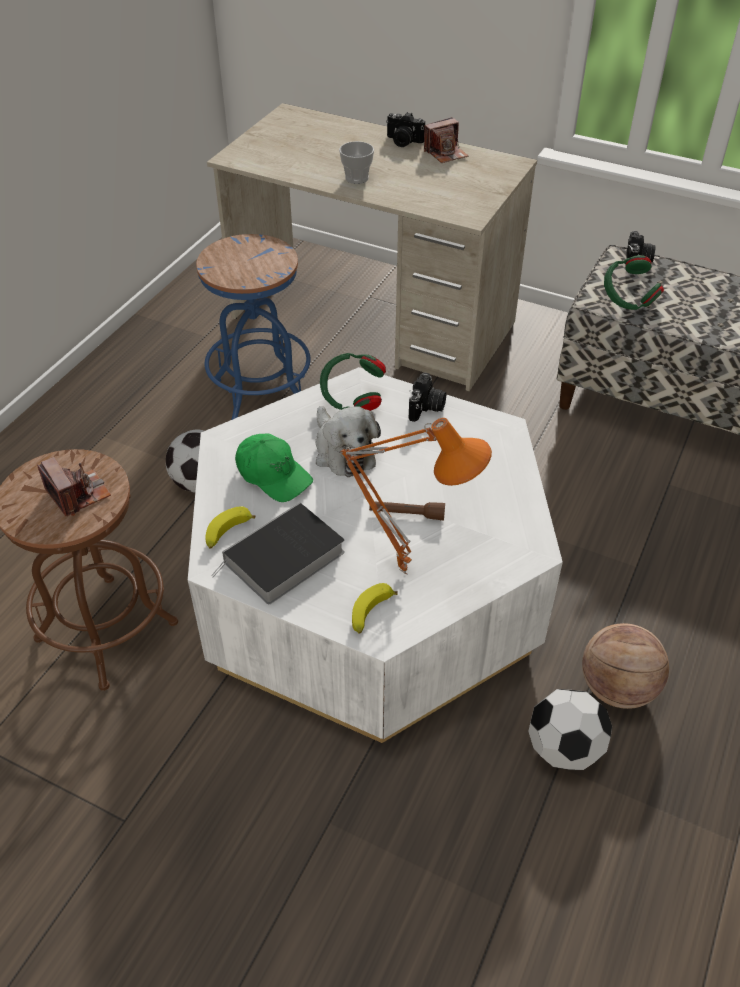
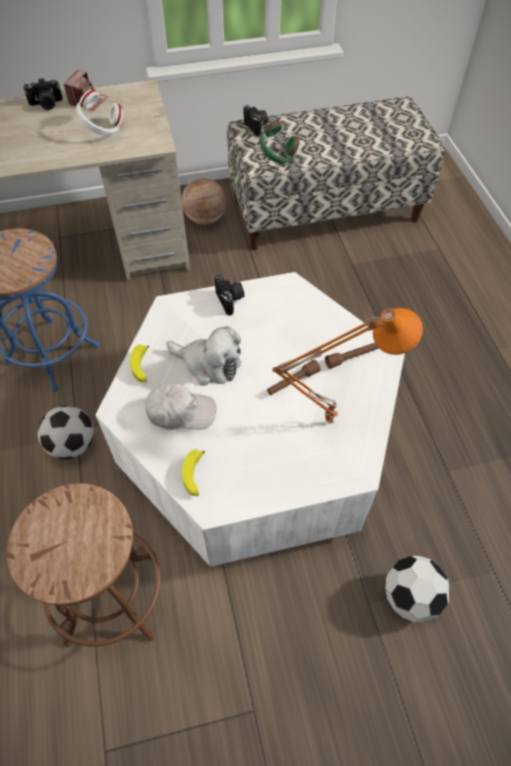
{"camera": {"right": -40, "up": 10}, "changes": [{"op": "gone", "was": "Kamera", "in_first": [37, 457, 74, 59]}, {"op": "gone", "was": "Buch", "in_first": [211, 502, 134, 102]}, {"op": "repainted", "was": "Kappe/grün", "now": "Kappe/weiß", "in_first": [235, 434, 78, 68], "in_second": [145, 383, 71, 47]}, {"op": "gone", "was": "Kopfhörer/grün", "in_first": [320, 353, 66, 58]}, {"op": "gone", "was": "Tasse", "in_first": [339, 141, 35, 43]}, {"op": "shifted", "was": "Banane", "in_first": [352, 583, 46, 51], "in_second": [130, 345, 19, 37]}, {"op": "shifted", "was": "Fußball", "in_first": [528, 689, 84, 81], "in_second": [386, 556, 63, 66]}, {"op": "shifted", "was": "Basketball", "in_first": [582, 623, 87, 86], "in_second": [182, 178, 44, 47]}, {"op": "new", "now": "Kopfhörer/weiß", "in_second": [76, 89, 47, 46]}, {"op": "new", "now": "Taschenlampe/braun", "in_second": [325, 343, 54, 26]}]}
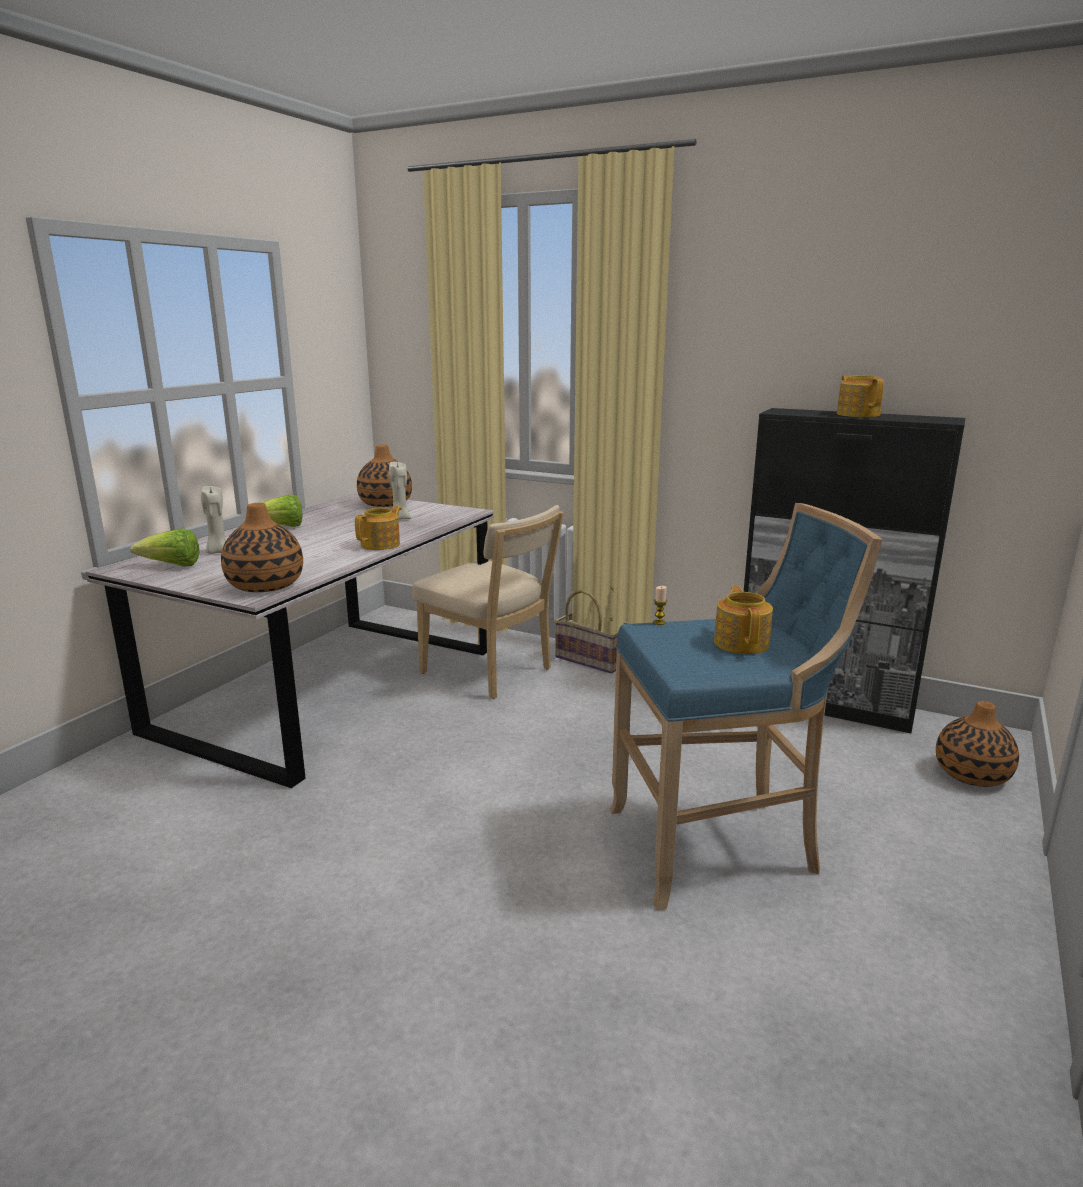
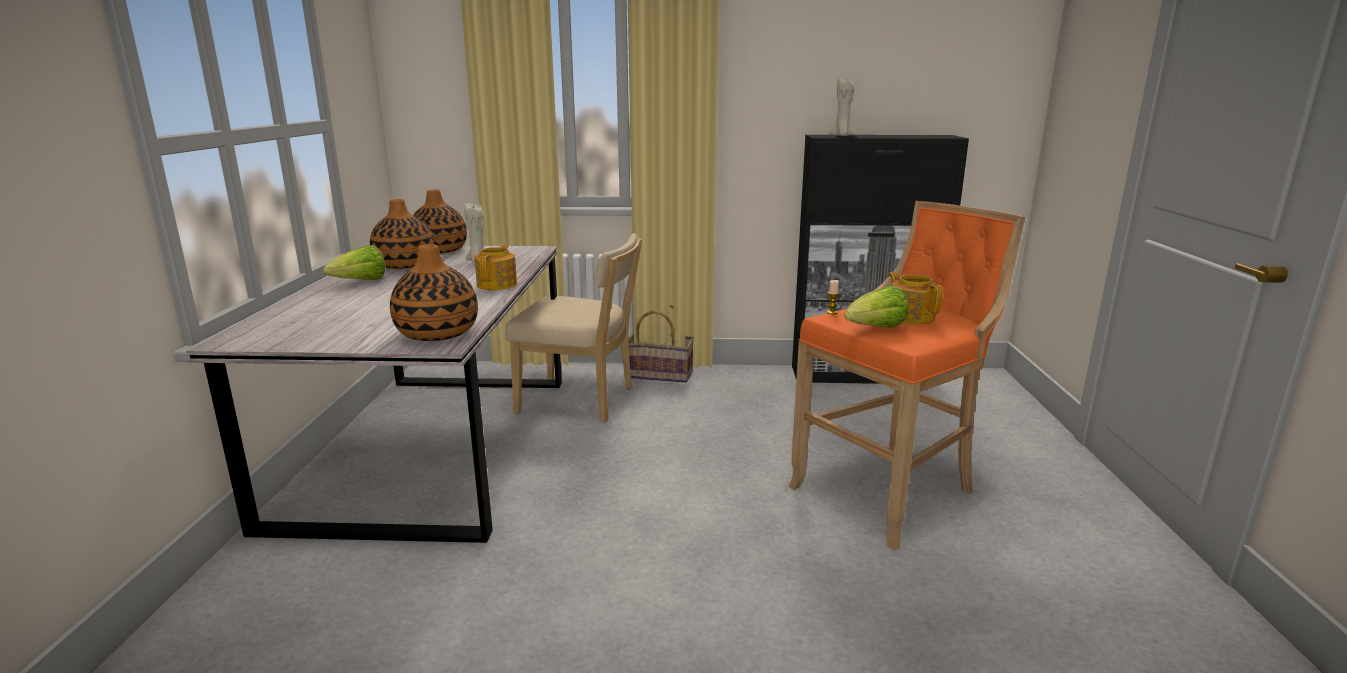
{"camera": {"right": -25, "up": 0}, "changes": [{"op": "shifted", "was": "Salatkopf", "in_first": [130, 528, 70, 39], "in_second": [845, 286, 64, 42]}, {"op": "shifted", "was": "Kerze/beige", "in_first": [201, 486, 25, 68], "in_second": [829, 78, 27, 58]}, {"op": "repainted", "was": "Hocker/blau", "now": "Hocker/orange", "in_first": [610, 503, 273, 407], "in_second": [788, 201, 238, 350]}, {"op": "gone", "was": "Teekanne", "in_first": [837, 375, 47, 42]}, {"op": "shifted", "was": "Vase", "in_first": [936, 701, 83, 86], "in_second": [370, 199, 65, 70]}]}
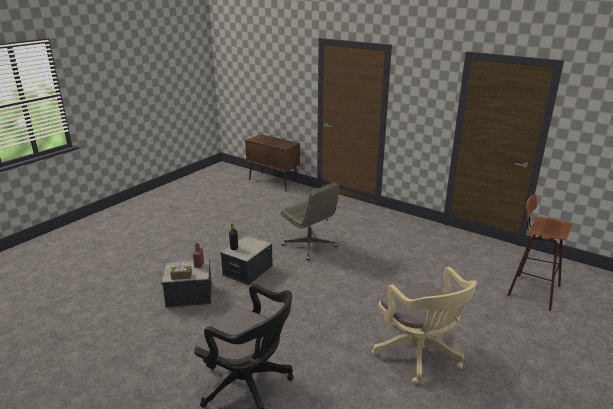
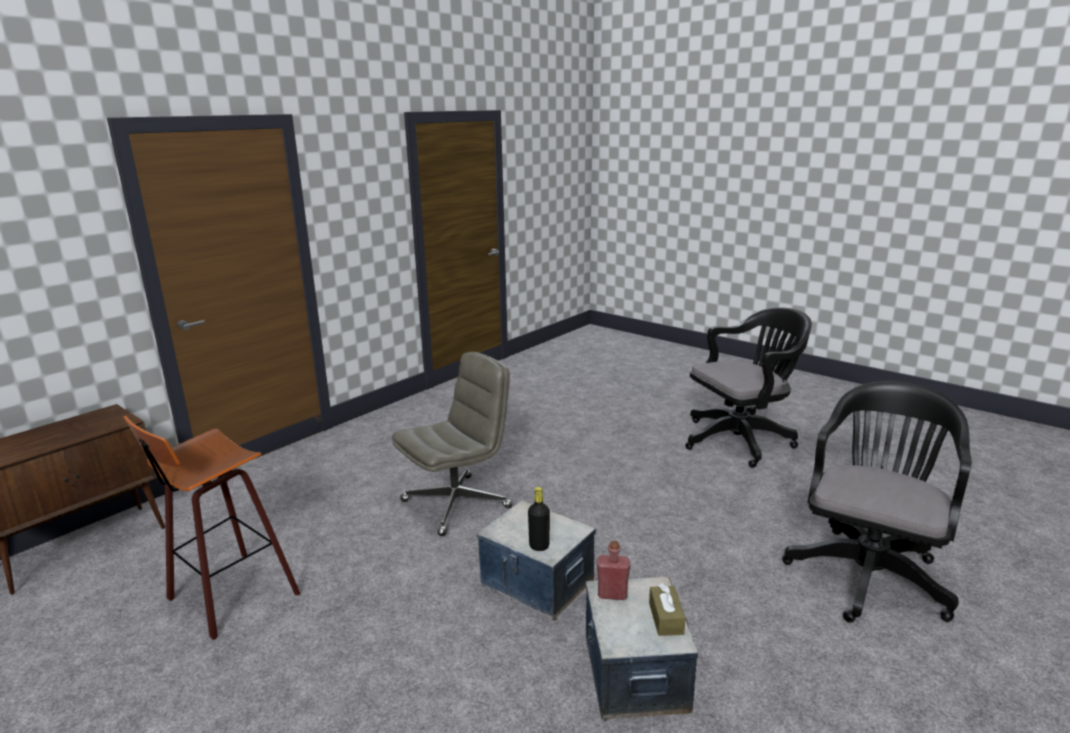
{"camera": {"right": -85, "up": -5}, "changes": [{"op": "repainted", "was": "Bürostuhl/beige", "now": "Bürostuhl/schwarz", "in_first": [372, 267, 105, 117], "in_second": [685, 307, 127, 161]}, {"op": "shifted", "was": "Hocker", "in_first": [507, 194, 65, 117], "in_second": [123, 416, 178, 224]}]}
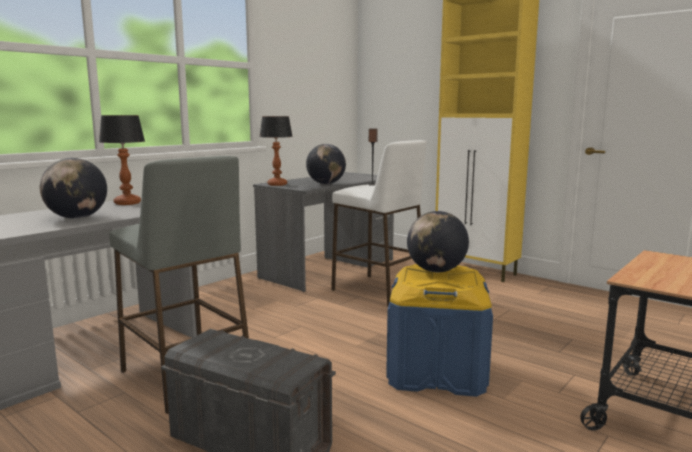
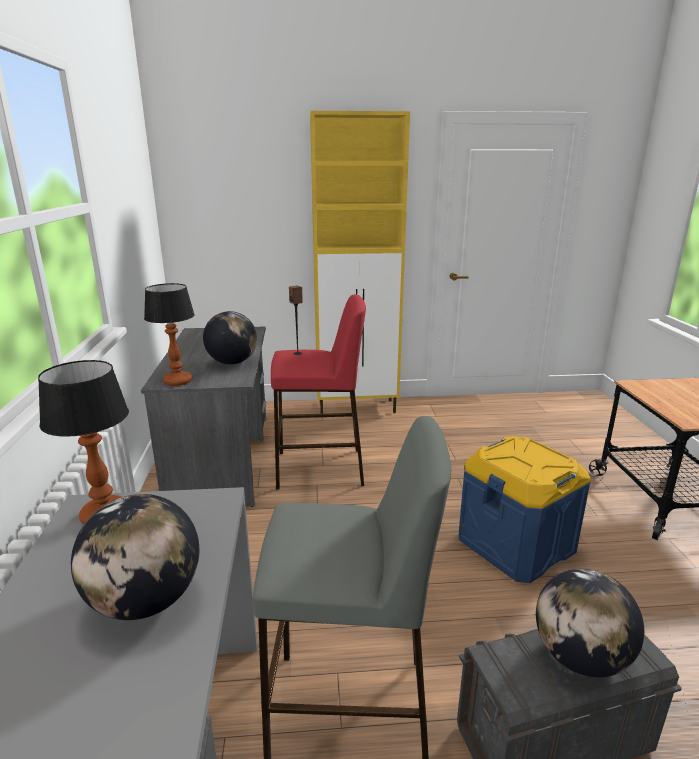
{"camera": {"right": -45, "up": 10}, "changes": [{"op": "repainted", "was": "Hocker/weiß", "now": "Hocker/rot", "in_first": [331, 140, 95, 167], "in_second": [271, 294, 95, 196]}, {"op": "shifted", "was": "Globus", "in_first": [407, 211, 62, 61], "in_second": [536, 568, 108, 109]}]}
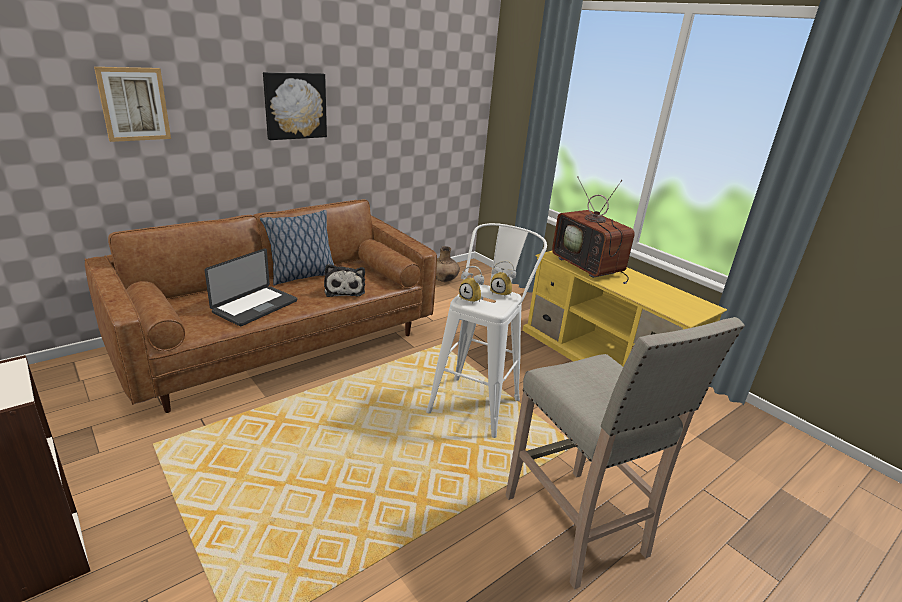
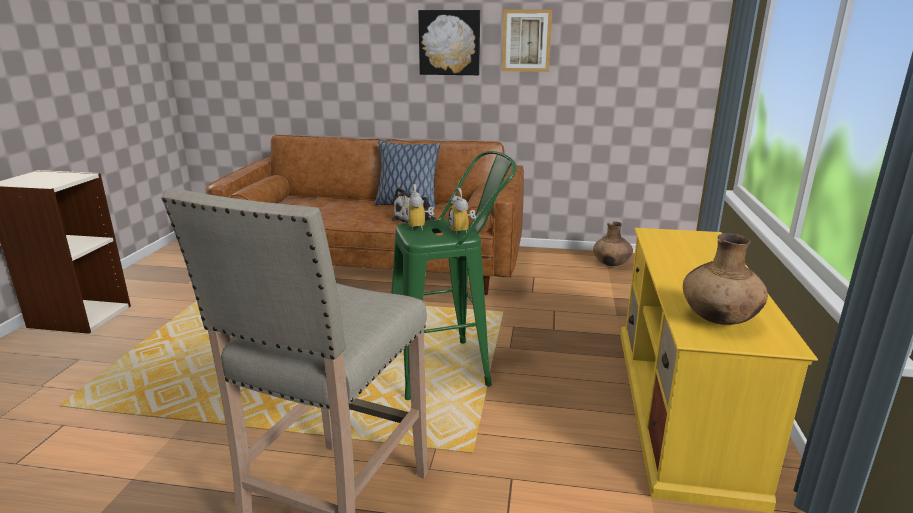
{"camera": {"right": 50, "up": -5}, "changes": [{"op": "shifted", "was": "Bild", "in_first": [94, 67, 77, 75], "in_second": [502, 9, 50, 63]}, {"op": "gone", "was": "Laptop", "in_first": [205, 248, 92, 78]}, {"op": "repainted", "was": "Hocker/weiß", "now": "Hocker/grün", "in_first": [426, 223, 121, 215], "in_second": [391, 151, 125, 249]}, {"op": "gone", "was": "Fernseher", "in_first": [552, 176, 83, 108]}, {"op": "new", "now": "Vase/braun", "in_second": [683, 233, 85, 92]}]}
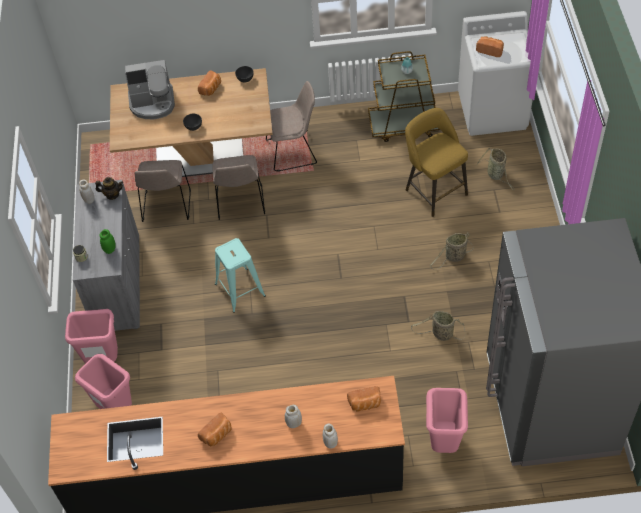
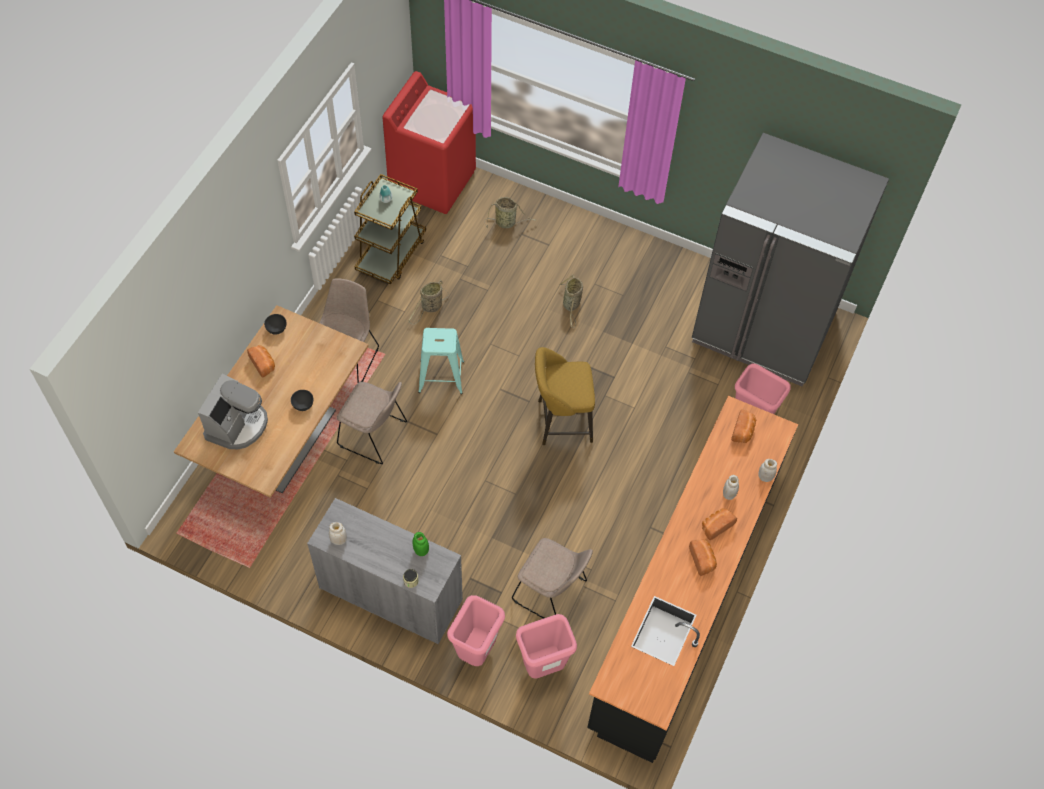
{"camera": {"right": -65, "up": 5}, "changes": [{"op": "gone", "was": "Teekanne", "in_first": [95, 177, 28, 23]}, {"op": "shifted", "was": "Stuhl/beige", "in_first": [135, 160, 56, 62], "in_second": [512, 538, 81, 81]}, {"op": "shifted", "was": "Hocker/türkis", "in_first": [215, 238, 51, 75], "in_second": [418, 328, 46, 66]}, {"op": "shifted", "was": "Hocker/gelb", "in_first": [405, 108, 63, 109], "in_second": [535, 347, 60, 98]}, {"op": "shifted", "was": "Korb", "in_first": [411, 311, 54, 30], "in_second": [408, 280, 41, 44]}, {"op": "repainted", "was": "Waschmaschine/weiß", "now": "Waschmaschine/rot", "in_first": [458, 11, 75, 125], "in_second": [383, 71, 93, 143]}, {"op": "shifted", "was": "Brot", "in_first": [476, 36, 28, 21], "in_second": [702, 509, 35, 31]}]}
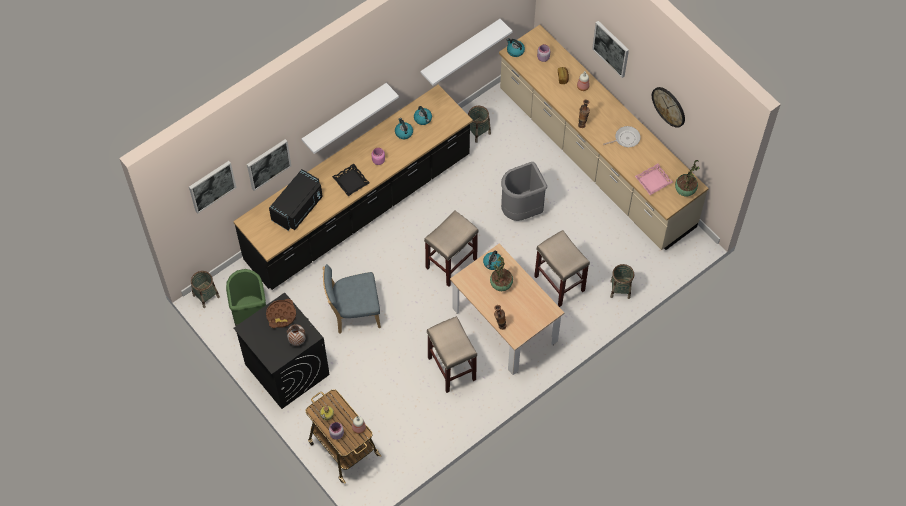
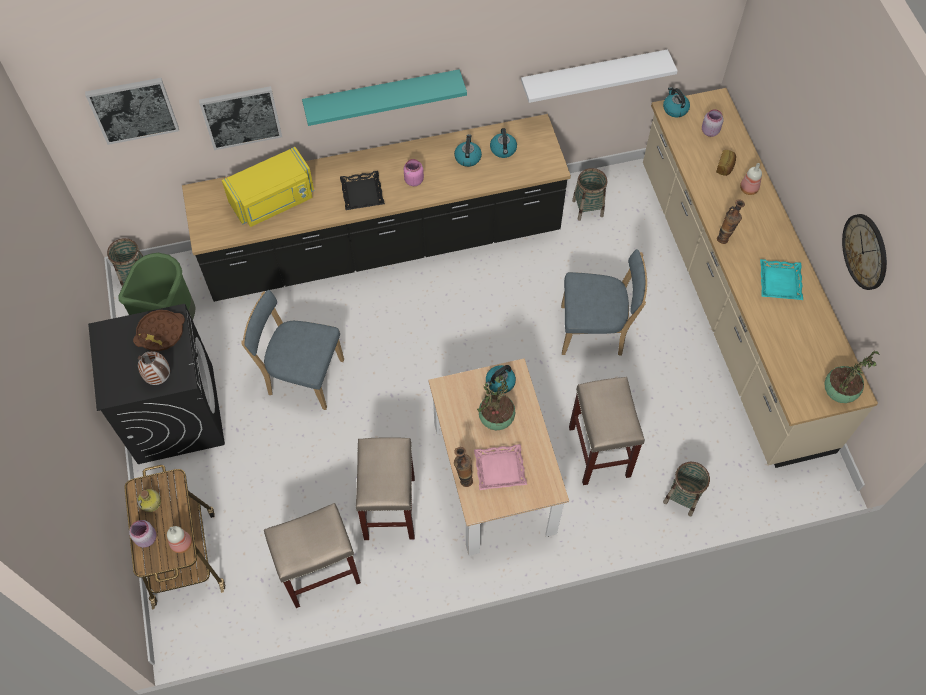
{"camera": {"right": 25, "up": 0}, "changes": [{"op": "repainted", "was": "Mikrowelle/schwarz", "now": "Mikrowelle/gelb", "in_first": [269, 169, 54, 62], "in_second": [222, 147, 92, 80]}, {"op": "repainted", "was": "Wandregal/weiß", "now": "Wandregal/türkis", "in_first": [302, 83, 97, 71], "in_second": [302, 69, 165, 57]}, {"op": "shifted", "was": "Hocker/beige", "in_first": [424, 210, 55, 77], "in_second": [264, 503, 97, 105]}, {"op": "swapped", "was": "Mülleimer/grau", "now": "Stuhl/blau", "in_first": [501, 162, 46, 59], "in_second": [561, 249, 86, 107]}, {"op": "gone", "was": "Bild", "in_first": [592, 21, 37, 57]}, {"op": "swapped", "was": "Pfanne", "now": "Tablett/türkis", "in_first": [603, 126, 38, 21], "in_second": [760, 259, 43, 41]}, {"op": "shifted", "was": "Tablett/rosa", "in_first": [635, 164, 38, 31], "in_second": [474, 444, 53, 46]}]}
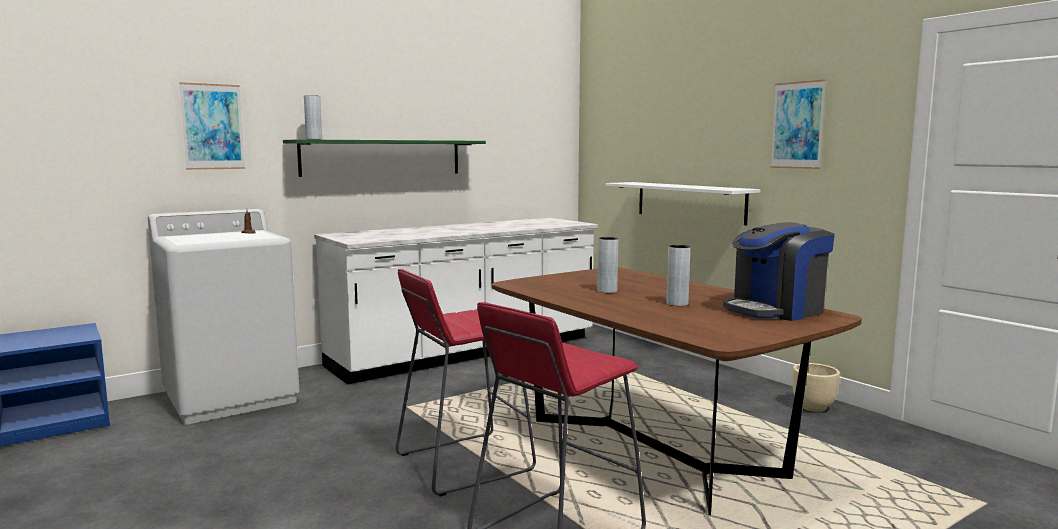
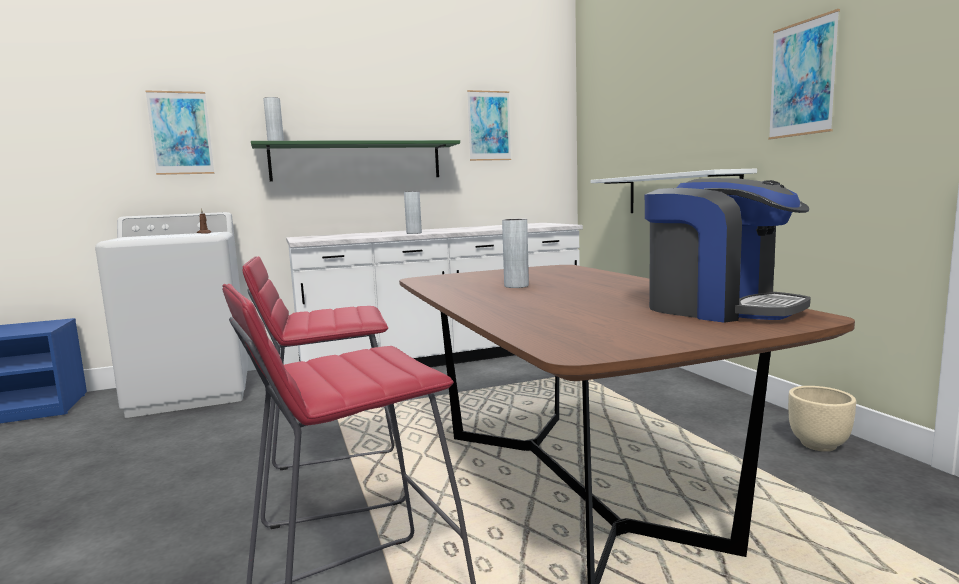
{"camera": {"right": 15, "up": 0}, "changes": [{"op": "shifted", "was": "Vase/grau", "in_first": [666, 245, 25, 61], "in_second": [404, 191, 18, 43]}, {"op": "rotated", "was": "Kaffeemaschine", "in_first": [723, 222, 112, 99], "in_second": [645, 178, 166, 145], "clockwise": -120}, {"op": "new", "now": "Bild", "in_second": [467, 90, 44, 71]}]}
